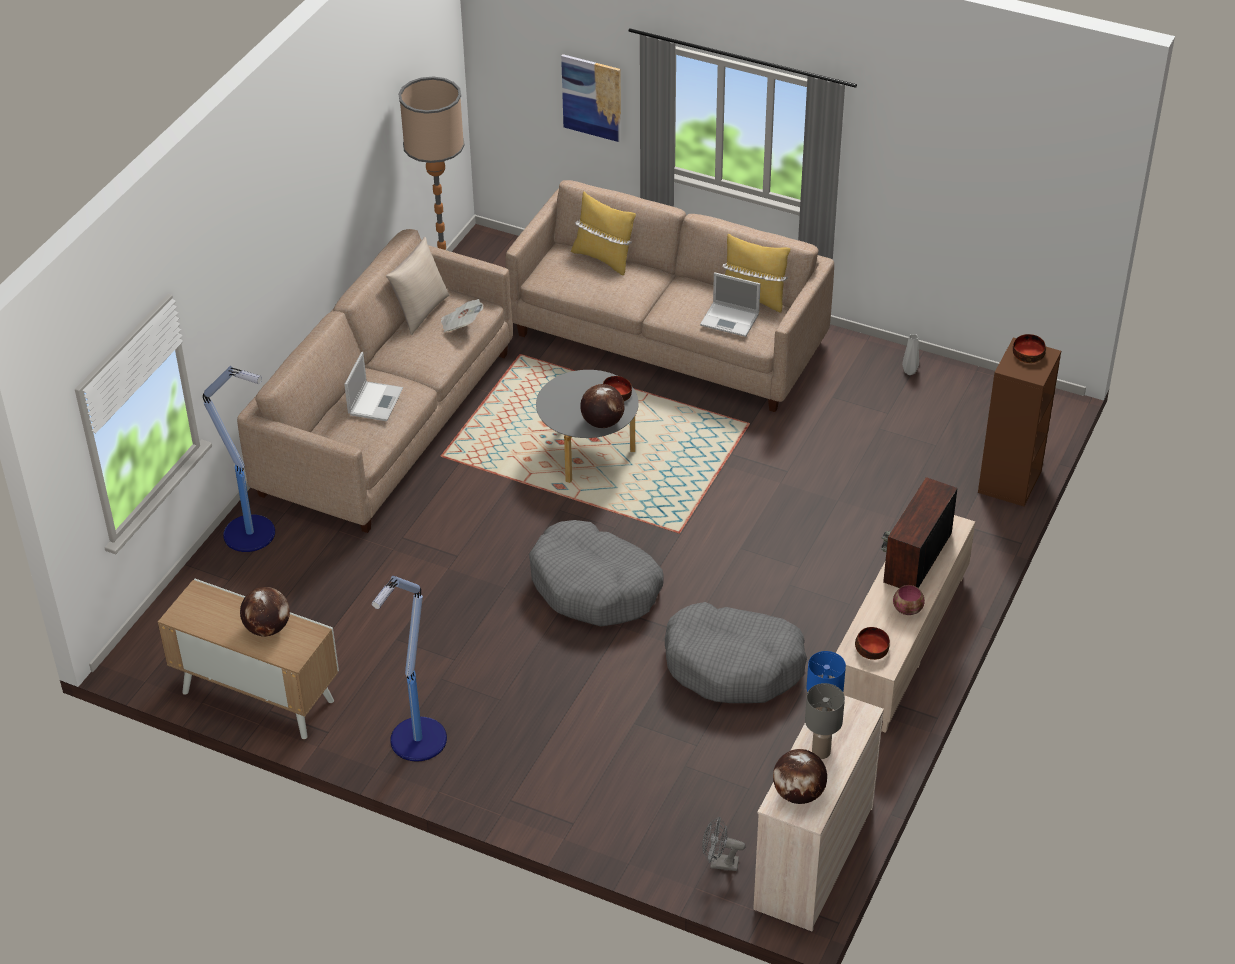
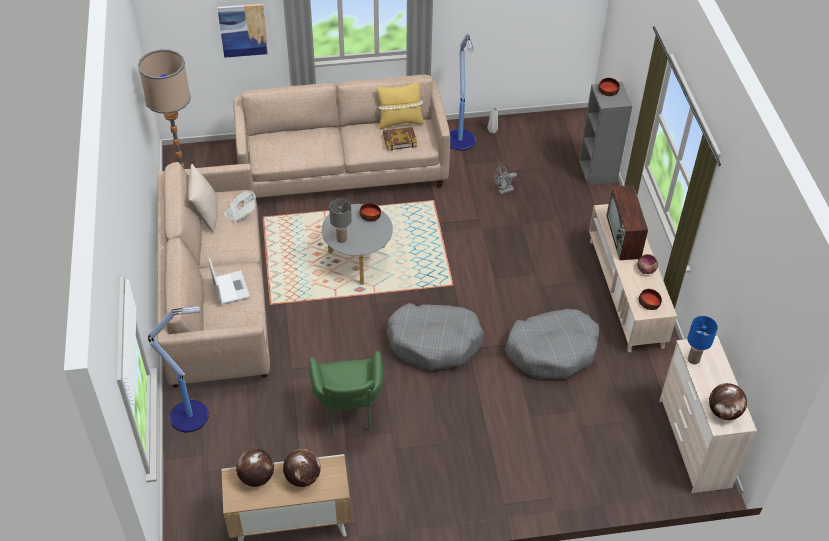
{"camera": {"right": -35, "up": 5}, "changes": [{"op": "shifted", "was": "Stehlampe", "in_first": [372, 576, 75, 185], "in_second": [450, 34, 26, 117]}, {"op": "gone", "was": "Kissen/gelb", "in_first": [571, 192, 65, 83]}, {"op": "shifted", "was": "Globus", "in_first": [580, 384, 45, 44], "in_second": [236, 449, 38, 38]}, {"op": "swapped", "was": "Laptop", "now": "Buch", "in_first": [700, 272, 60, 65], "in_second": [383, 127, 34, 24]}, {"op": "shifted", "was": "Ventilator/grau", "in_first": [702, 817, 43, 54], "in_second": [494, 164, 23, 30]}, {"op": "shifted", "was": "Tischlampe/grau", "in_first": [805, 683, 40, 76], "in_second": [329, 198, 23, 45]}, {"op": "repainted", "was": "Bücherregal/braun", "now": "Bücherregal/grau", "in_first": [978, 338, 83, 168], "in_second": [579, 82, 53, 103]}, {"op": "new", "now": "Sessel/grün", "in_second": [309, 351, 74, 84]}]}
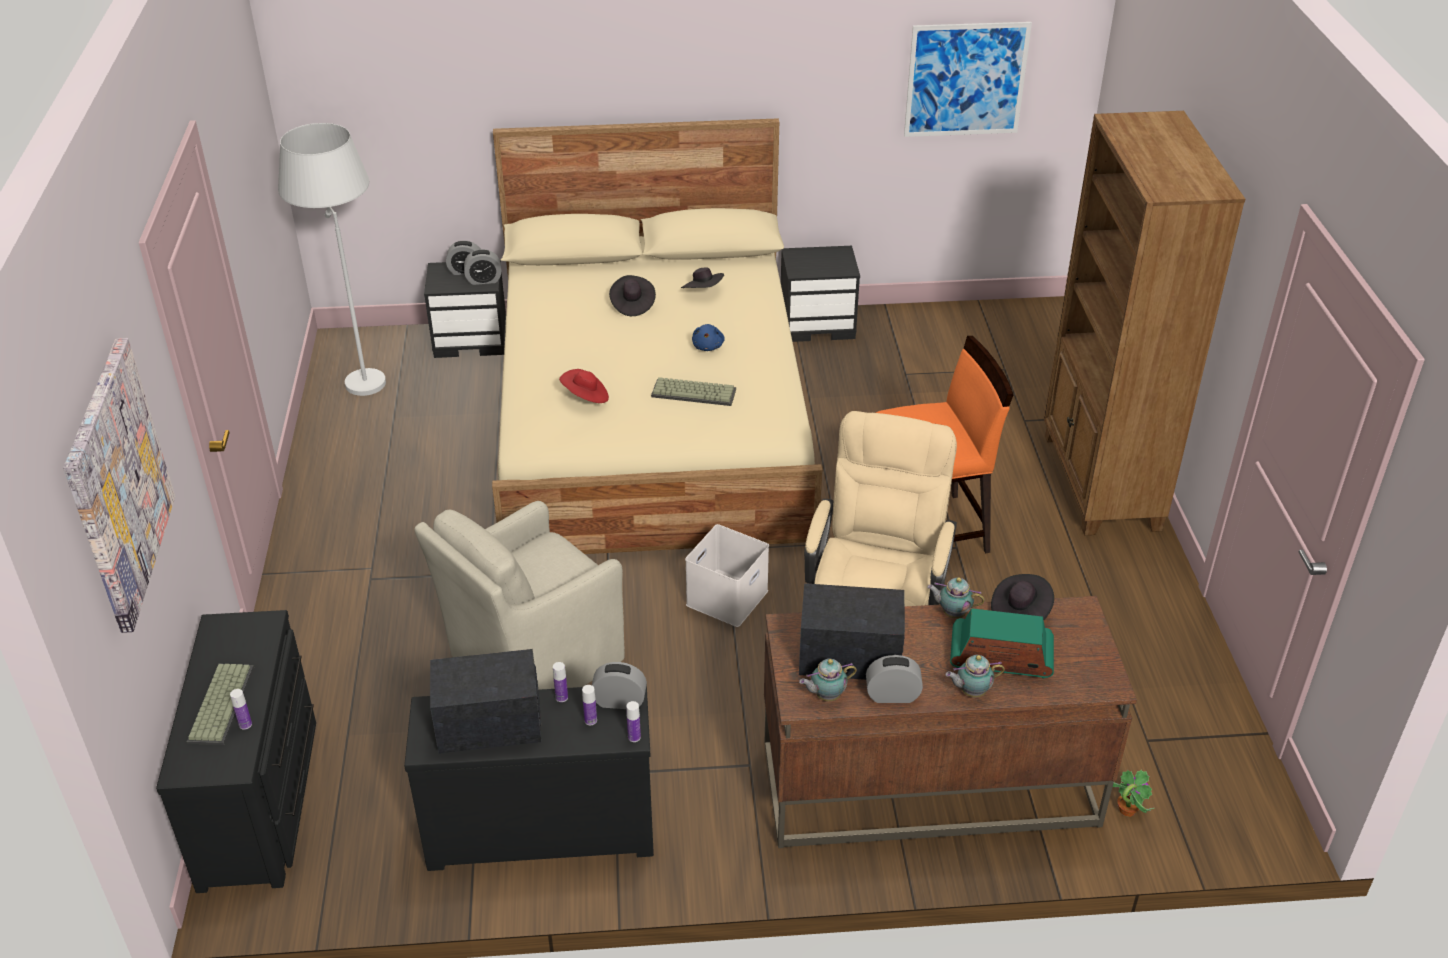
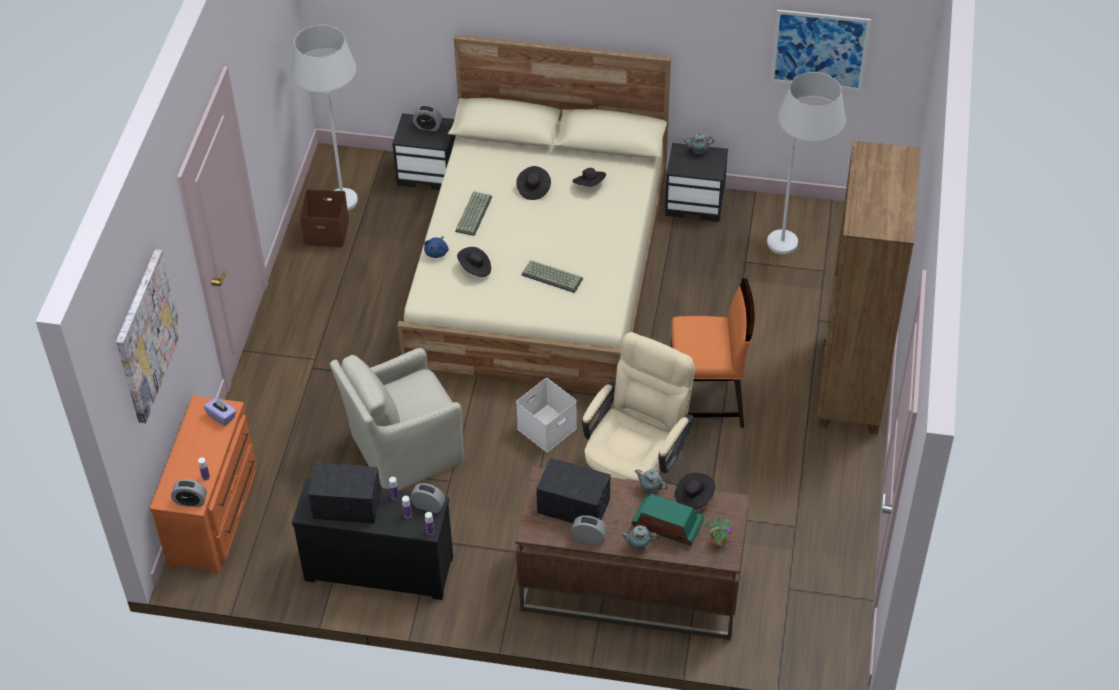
{"camera": {"right": 15, "up": 10}, "changes": [{"op": "repainted", "was": "Kommode/schwarz", "now": "Kommode/orange", "in_first": [156, 610, 160, 283], "in_second": [150, 396, 107, 178]}, {"op": "shifted", "was": "Tastatur", "in_first": [187, 664, 67, 81], "in_second": [455, 192, 37, 44]}, {"op": "shifted", "was": "Wecker", "in_first": [464, 249, 37, 36], "in_second": [171, 479, 36, 28]}, {"op": "repainted", "was": "Hut/rot", "now": "Hut/schwarz", "in_first": [559, 369, 50, 34], "in_second": [457, 247, 34, 30]}, {"op": "shifted", "was": "Plüschtier/blau", "in_first": [692, 324, 33, 27], "in_second": [424, 236, 25, 22]}, {"op": "shifted", "was": "Teekanne", "in_first": [799, 659, 58, 42], "in_second": [683, 132, 31, 22]}, {"op": "shifted", "was": "Topfpflanze", "in_first": [1113, 770, 41, 47], "in_second": [705, 518, 27, 30]}, {"op": "new", "now": "Taschentuchbox/lila", "in_second": [204, 398, 32, 28]}, {"op": "new", "now": "Aufbewahrungsbox/braun", "in_second": [300, 189, 49, 59]}, {"op": "new", "now": "Stehlampe/weiß", "in_second": [767, 72, 79, 182]}]}
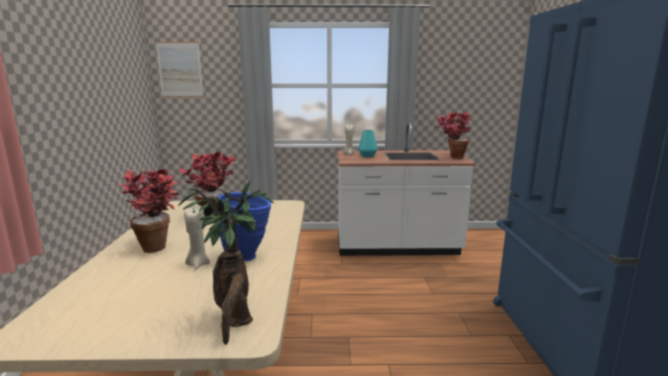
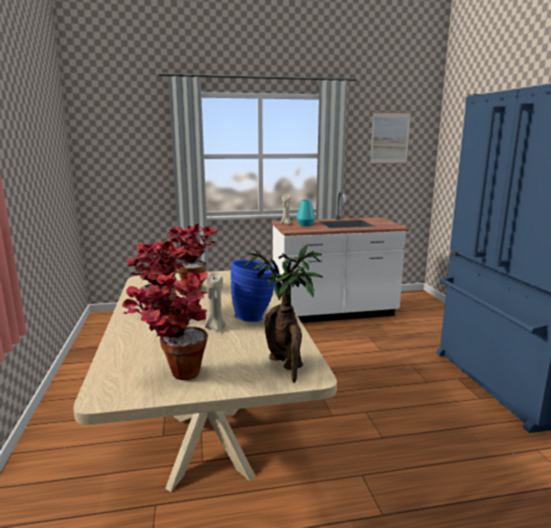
{"camera": {"right": -10, "up": 0}, "changes": [{"op": "shifted", "was": "Bild", "in_first": [156, 42, 48, 55], "in_second": [370, 112, 41, 52]}, {"op": "shifted", "was": "Topfpflanze", "in_first": [435, 112, 38, 47], "in_second": [122, 272, 86, 108]}]}
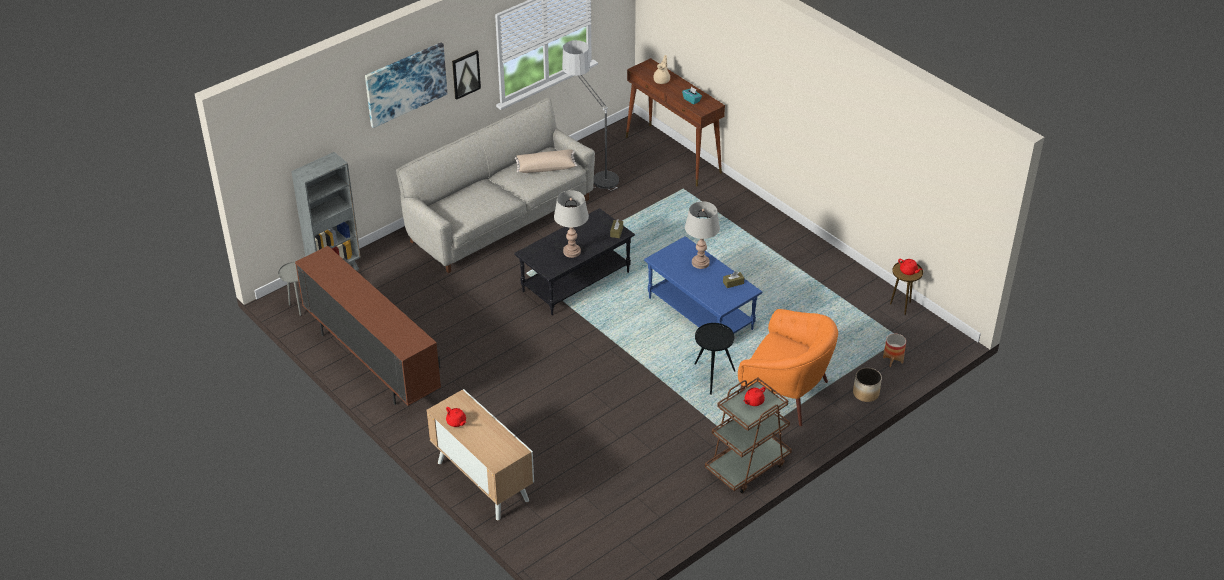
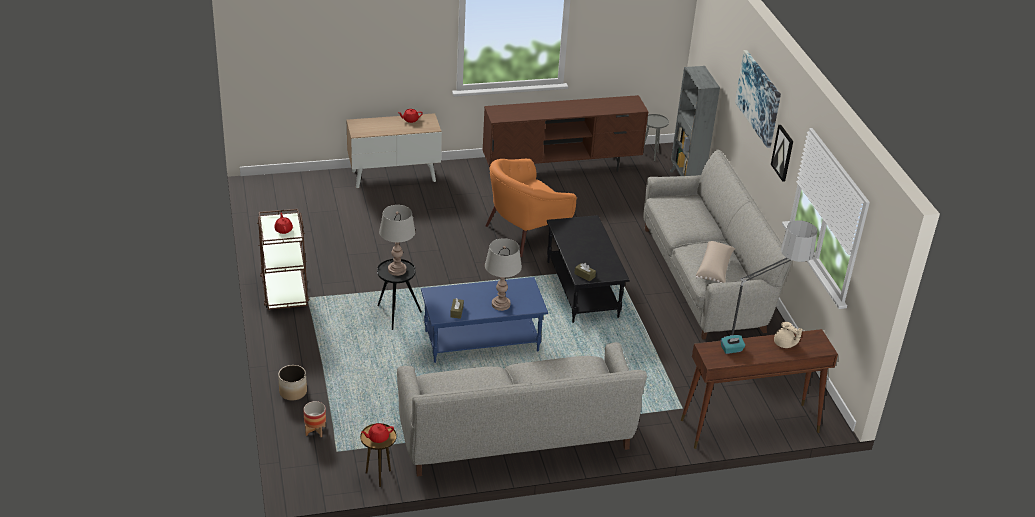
{"camera": {"right": 115, "up": -5}, "changes": [{"op": "shifted", "was": "Tischlampe/grau", "in_first": [554, 190, 35, 68], "in_second": [379, 205, 36, 71]}, {"op": "shifted", "was": "Sessel/orange", "in_first": [738, 309, 100, 117], "in_second": [485, 159, 92, 98]}, {"op": "new", "now": "Sofa/grau", "in_second": [397, 342, 250, 135]}]}
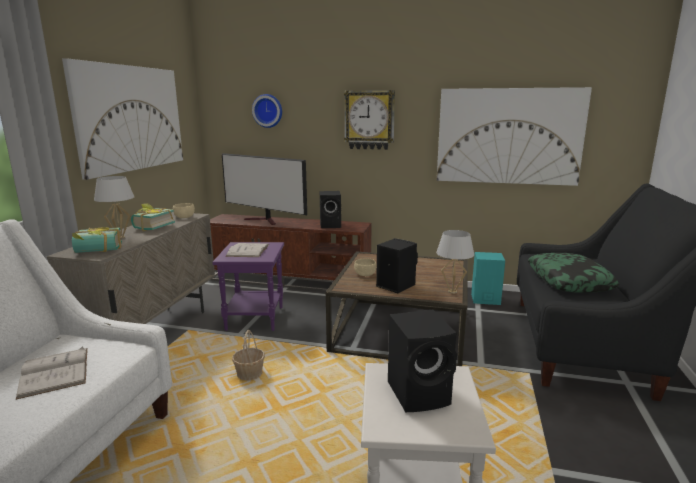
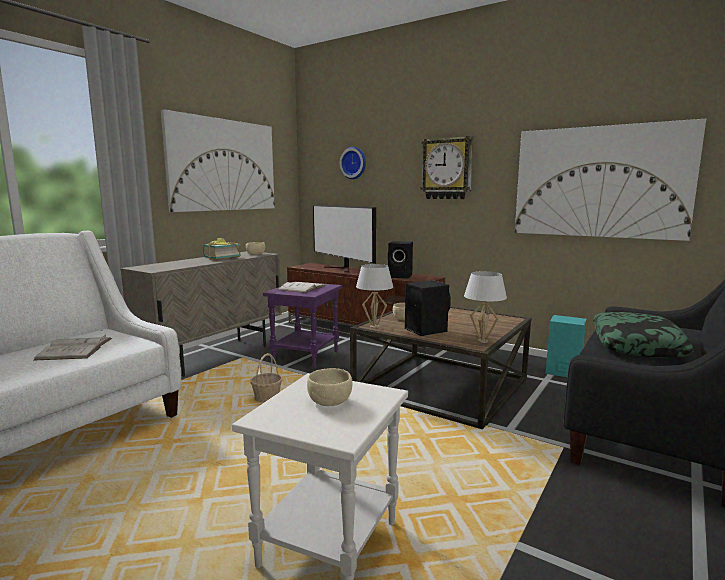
{"camera": {"right": 20, "up": -5}, "changes": [{"op": "gone", "was": "Buch", "in_first": [72, 227, 50, 26]}, {"op": "shifted", "was": "Tischlampe/weiß", "in_first": [94, 176, 41, 63], "in_second": [356, 264, 37, 64]}, {"op": "swapped", "was": "Lautsprecher/schwarz", "now": "Schüssel/beige", "in_first": [388, 309, 69, 103], "in_second": [307, 368, 45, 38]}]}
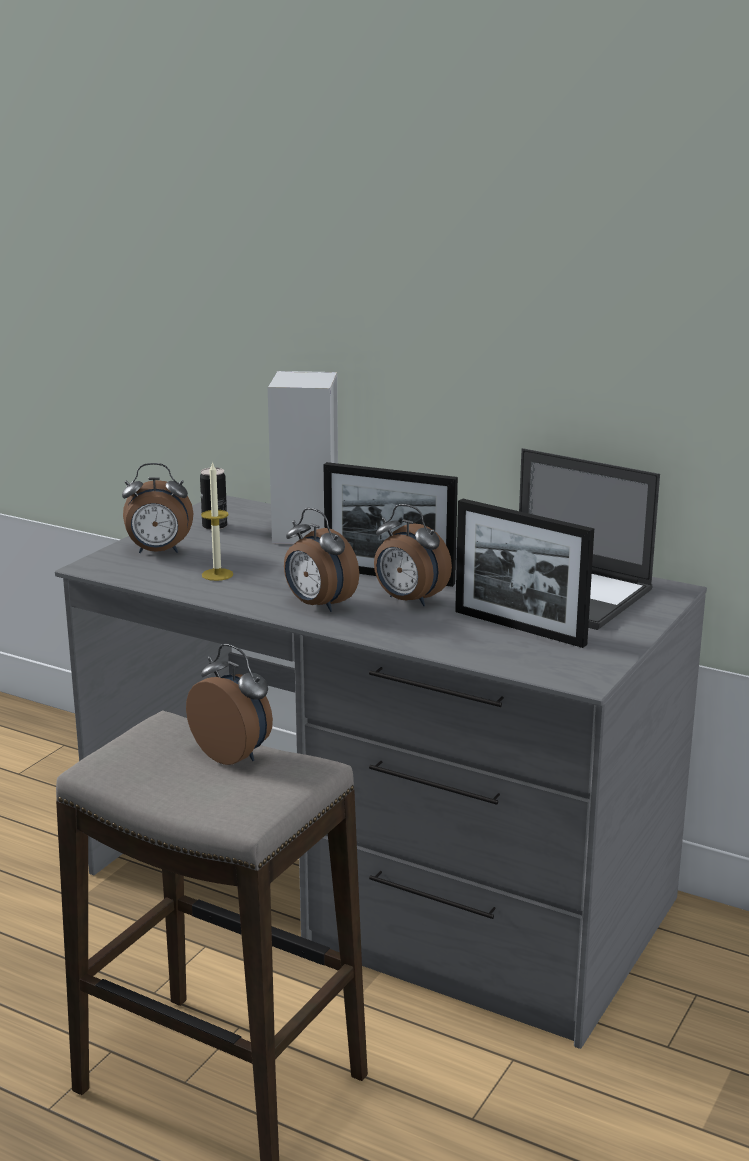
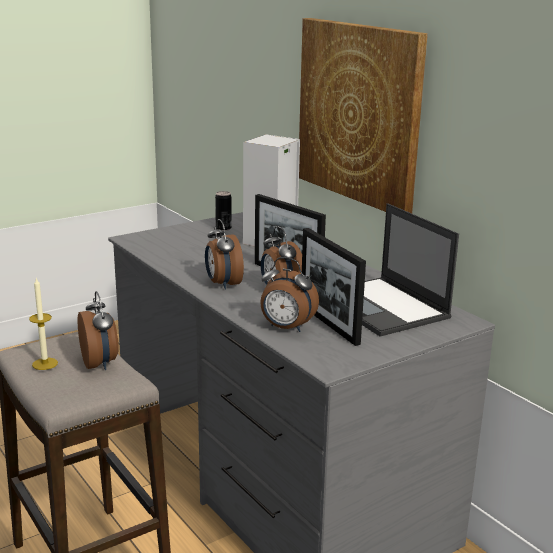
{"camera": {"right": 25, "up": 0}, "changes": [{"op": "shifted", "was": "Wecker", "in_first": [122, 463, 71, 90], "in_second": [260, 257, 59, 75]}, {"op": "shifted", "was": "Kerze", "in_first": [201, 461, 32, 120], "in_second": [29, 277, 29, 93]}, {"op": "new", "now": "Bild", "in_second": [299, 18, 129, 195]}]}
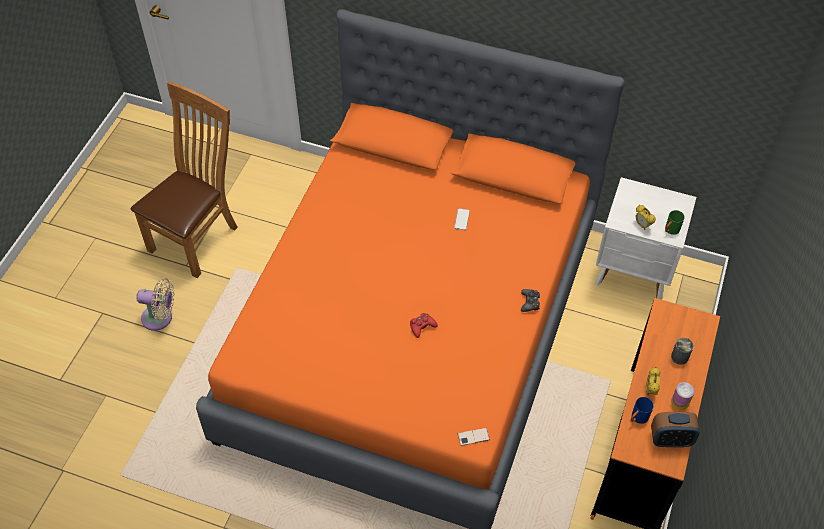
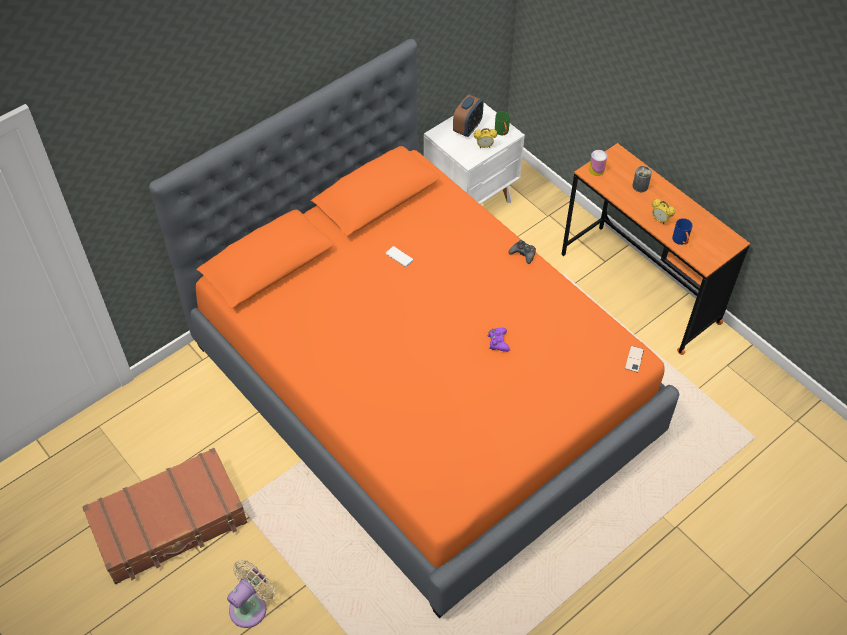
{"camera": {"right": -60, "up": 0}, "changes": [{"op": "swapped", "was": "Stuhl/braun", "now": "Koffer/braun", "in_first": [130, 81, 108, 197], "in_second": [82, 448, 165, 136]}, {"op": "repainted", "was": "Gamepad/rot", "now": "Gamepad/lila", "in_first": [410, 313, 28, 25], "in_second": [488, 328, 22, 24]}, {"op": "shifted", "was": "Wecker", "in_first": [651, 412, 49, 35], "in_second": [453, 95, 31, 42]}, {"op": "shifted", "was": "Dose", "in_first": [671, 382, 24, 28], "in_second": [589, 150, 18, 26]}]}
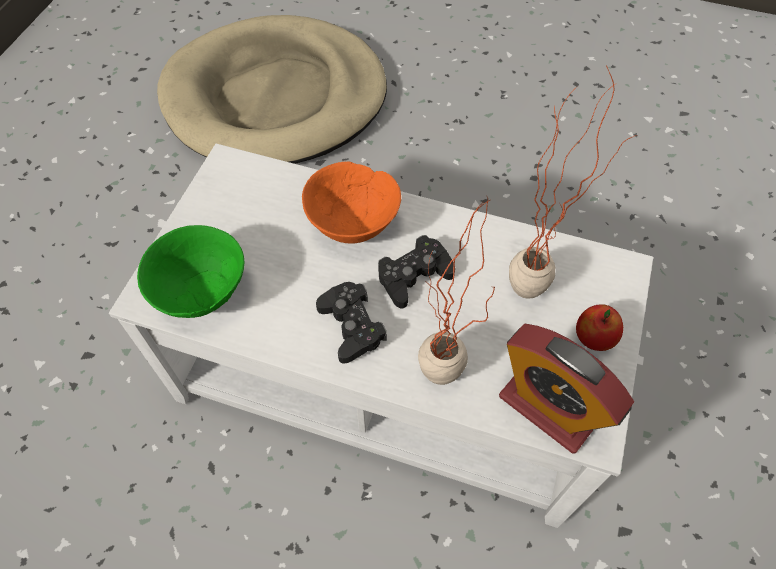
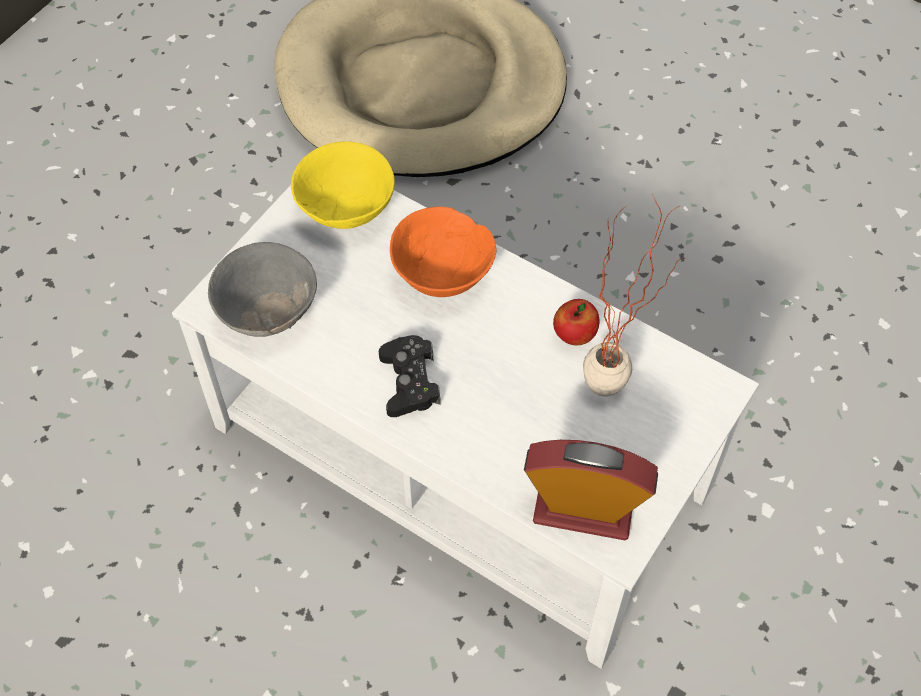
{"camera": {"right": 15, "up": 0}, "changes": [{"op": "repainted", "was": "Schüssel/grün", "now": "Schüssel/grau", "in_first": [137, 225, 107, 93], "in_second": [208, 242, 109, 95]}, {"op": "gone", "was": "Gamepad/schwarz", "in_first": [378, 235, 76, 74]}, {"op": "gone", "was": "Topfpflanze", "in_first": [418, 195, 77, 190]}, {"op": "rotated", "was": "Wecker", "in_first": [499, 324, 135, 130], "in_second": [524, 440, 134, 100], "clockwise": 135}, {"op": "shifted", "was": "Apfel", "in_first": [576, 304, 47, 47], "in_second": [553, 299, 47, 47]}, {"op": "new", "now": "Schüssel/gelb", "in_second": [291, 141, 104, 88]}]}
